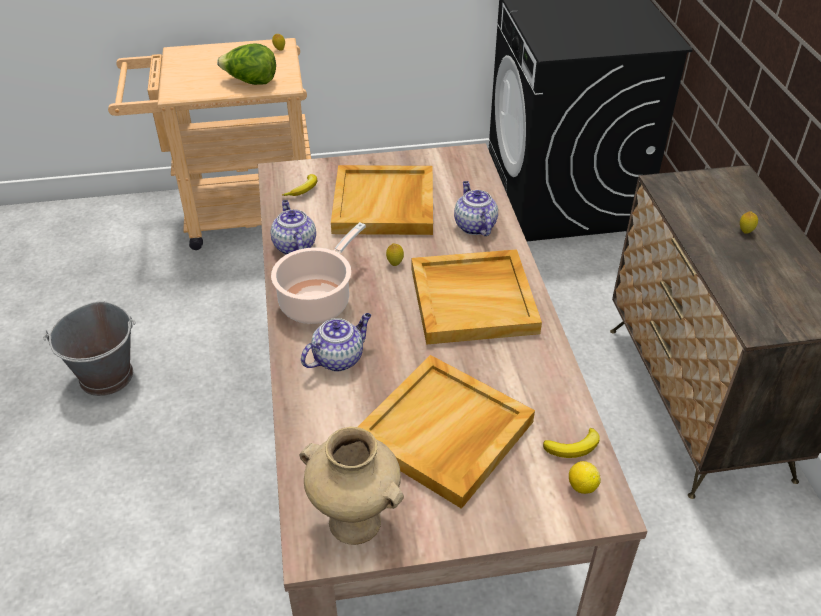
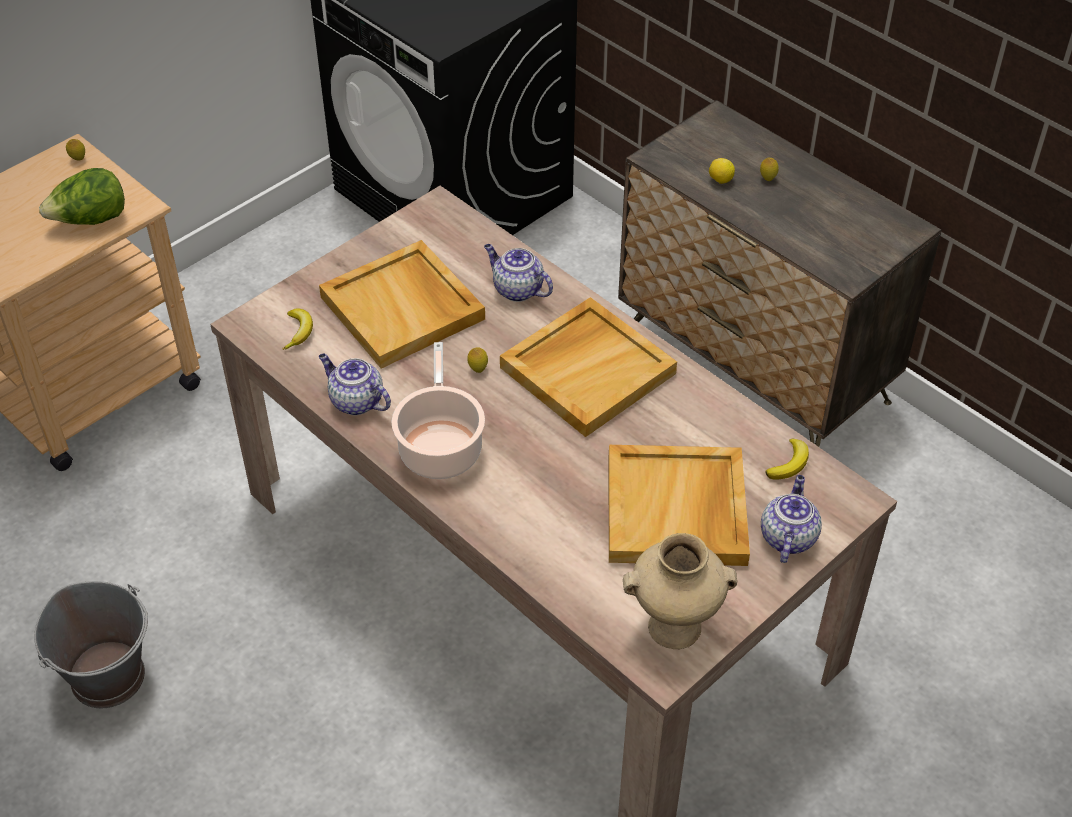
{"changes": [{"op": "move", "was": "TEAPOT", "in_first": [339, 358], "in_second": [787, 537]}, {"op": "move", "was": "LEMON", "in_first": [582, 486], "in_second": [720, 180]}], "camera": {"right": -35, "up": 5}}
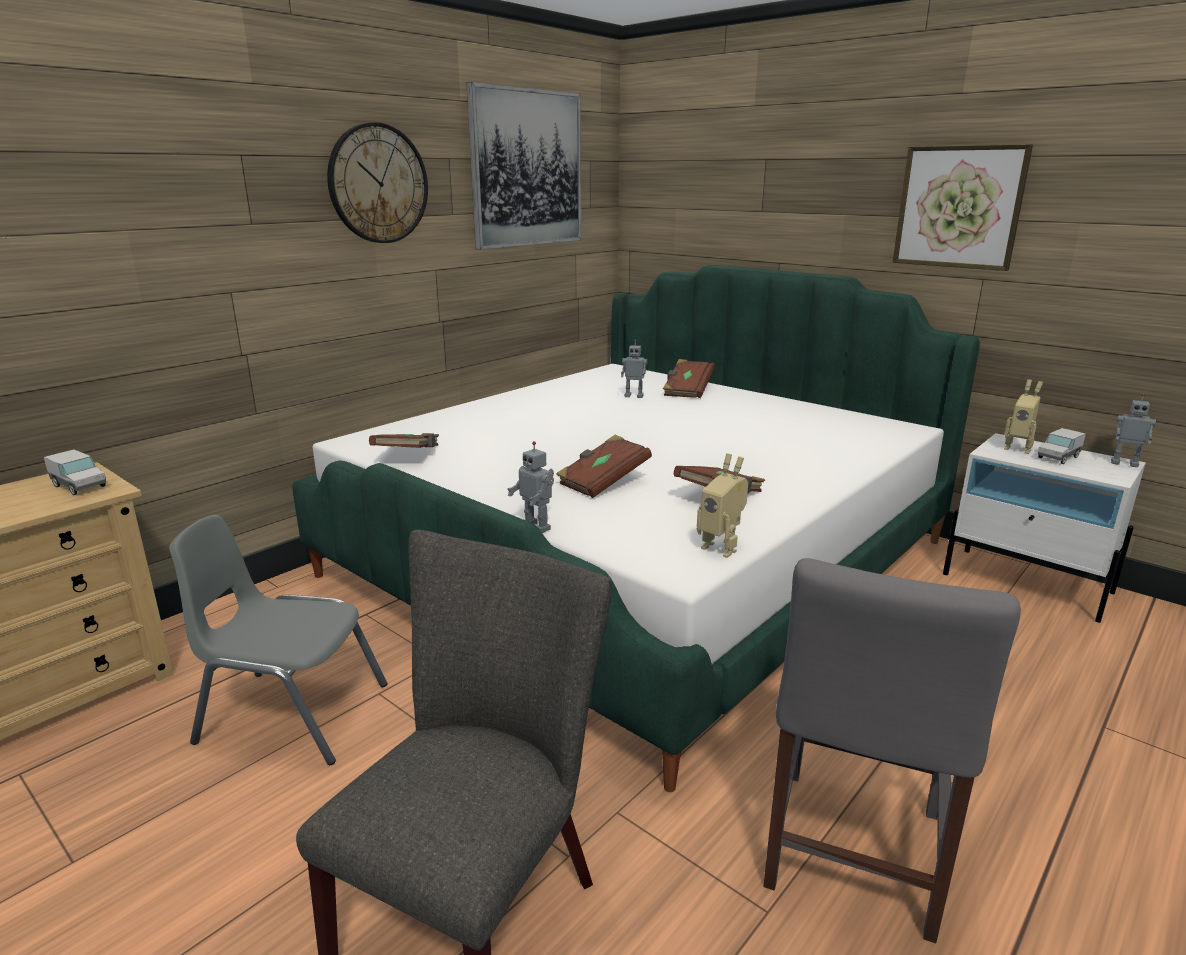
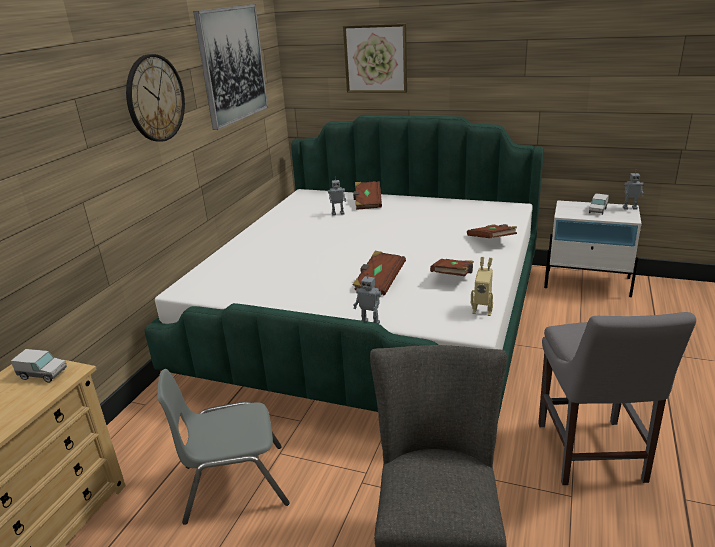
{"changes": [{"op": "move", "was": "BROWN BOOK", "in_first": [409, 456], "in_second": [491, 240]}, {"op": "move", "was": "WALL PICTURE", "in_first": [959, 207], "in_second": [375, 59]}, {"op": "delete", "was": "MODEL ROBOT", "in_first": [1018, 448]}], "camera": {"right": -20, "up": 5}}
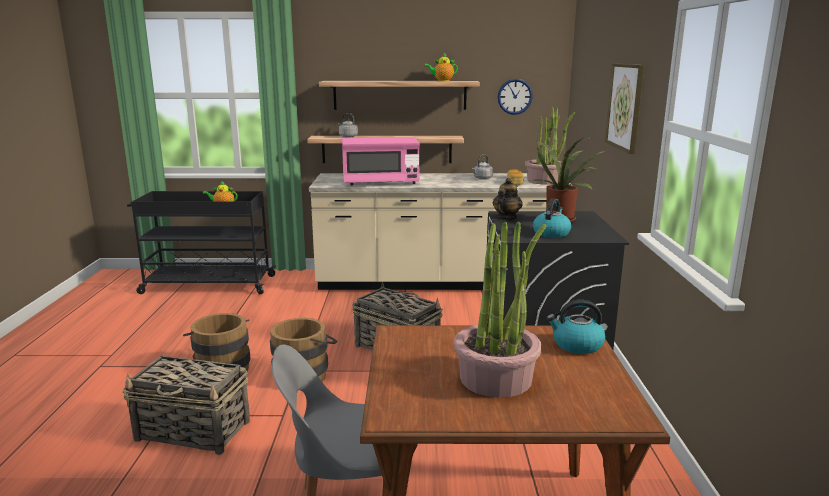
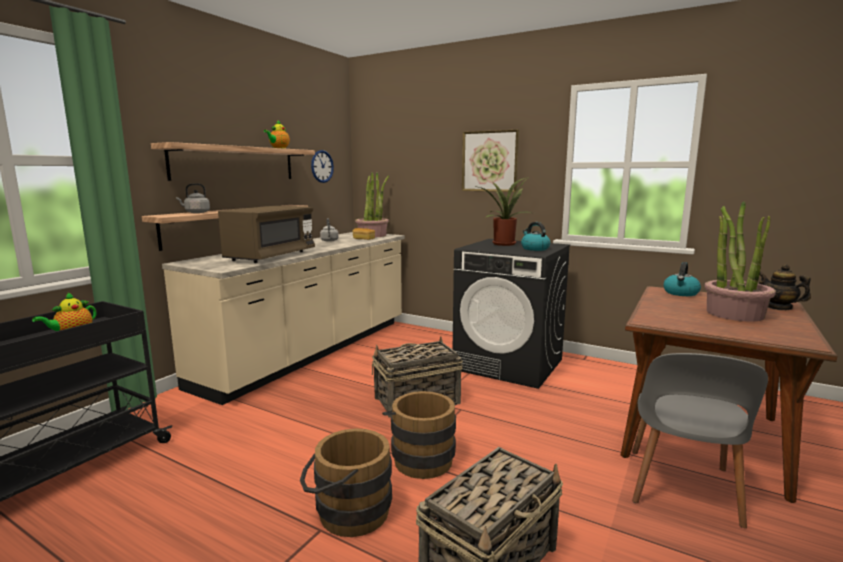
{"changes": [{"op": "recolor", "was": "PINKISH KITCHEN MICROWAVE", "now": "BROWN KITCHEN MICROWAVE", "in_first": [380, 182], "in_second": [271, 256]}, {"op": "move", "was": "TEAPOT", "in_first": [506, 218], "in_second": [779, 307]}], "camera": {"right": -60, "up": -5}}
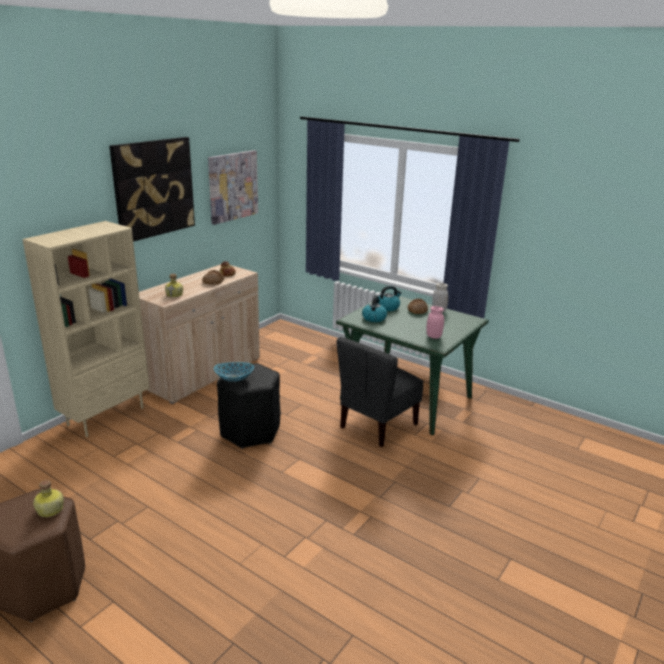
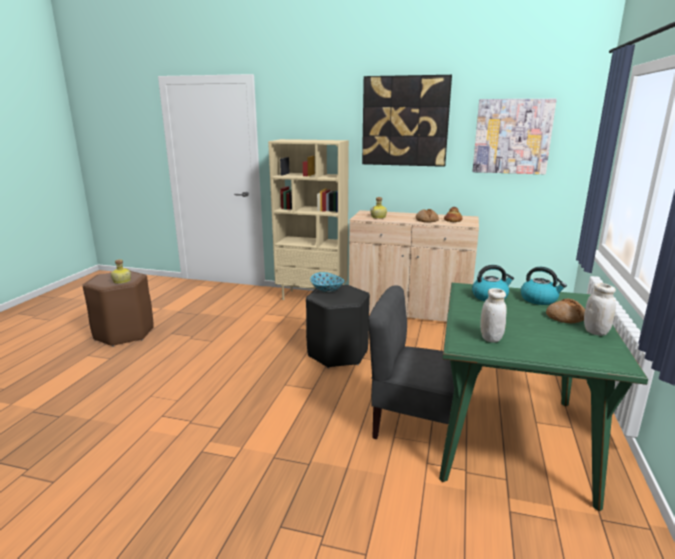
{"changes": [{"op": "recolor", "was": "PINKISH STORAGE JAR", "now": "WHITE-COLOURED STORAGE JAR", "in_first": [433, 336], "in_second": [491, 338]}], "camera": {"right": 70, "up": -5}}
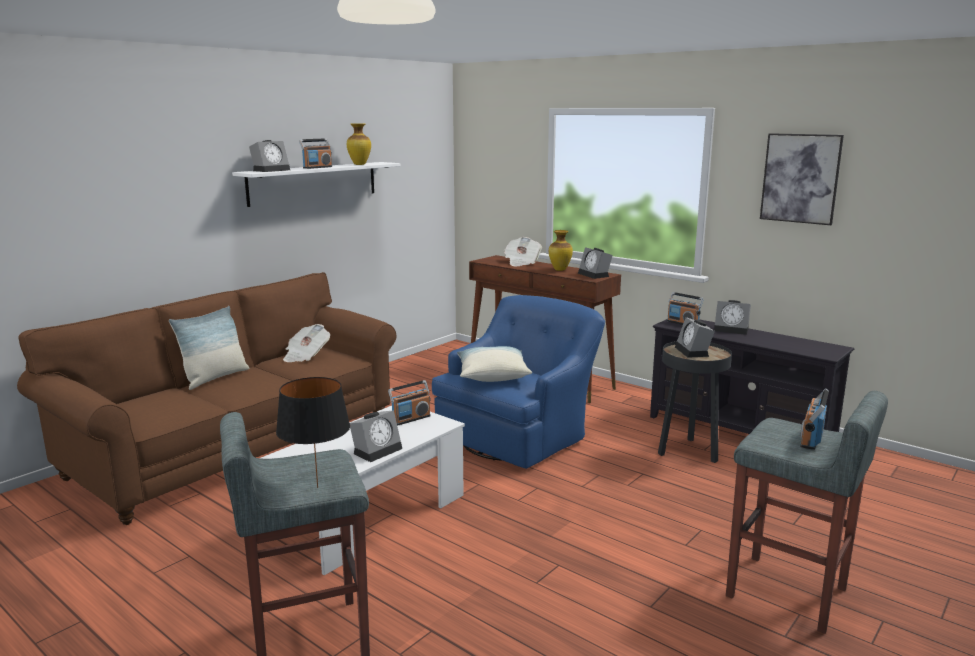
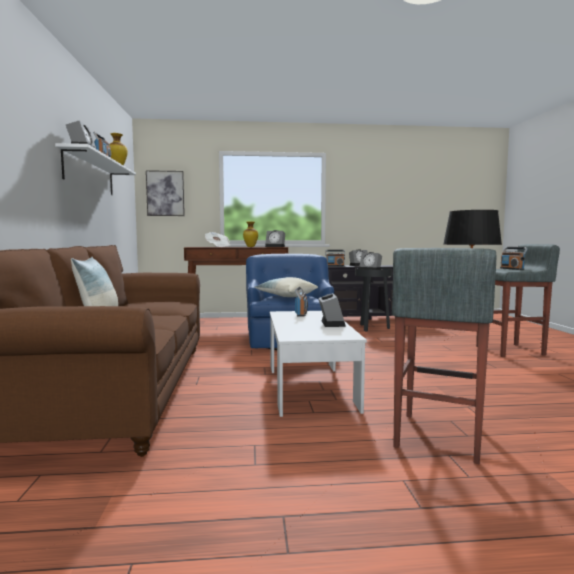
{"changes": [{"op": "delete", "was": "PRINTED PAPER", "in_first": [306, 356]}, {"op": "move", "was": "WALL PICTURE", "in_first": [800, 178], "in_second": [165, 193]}], "camera": {"right": -45, "up": -10}}
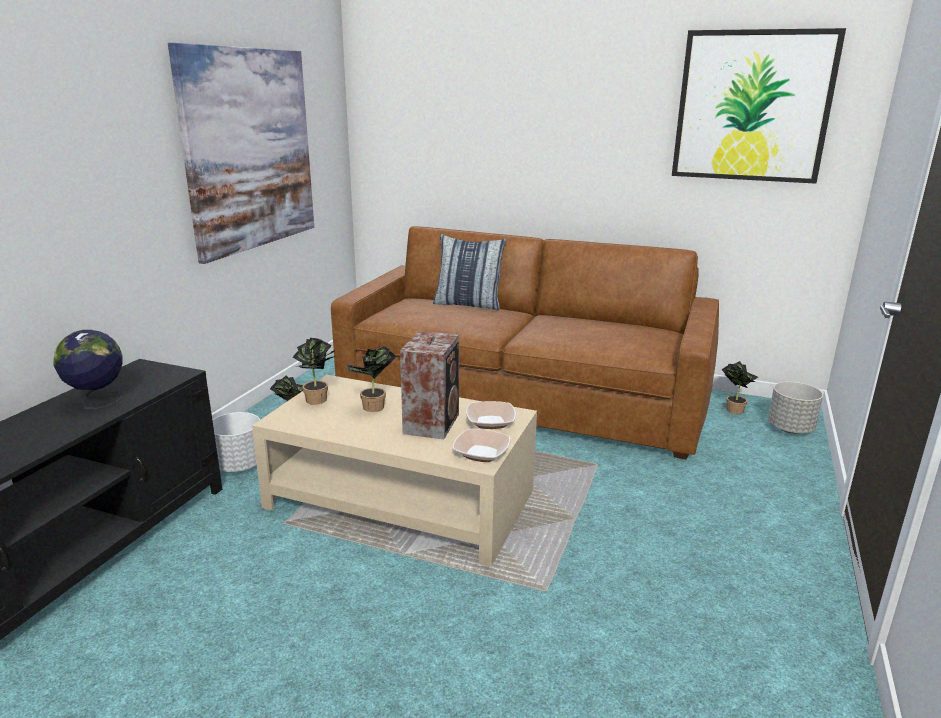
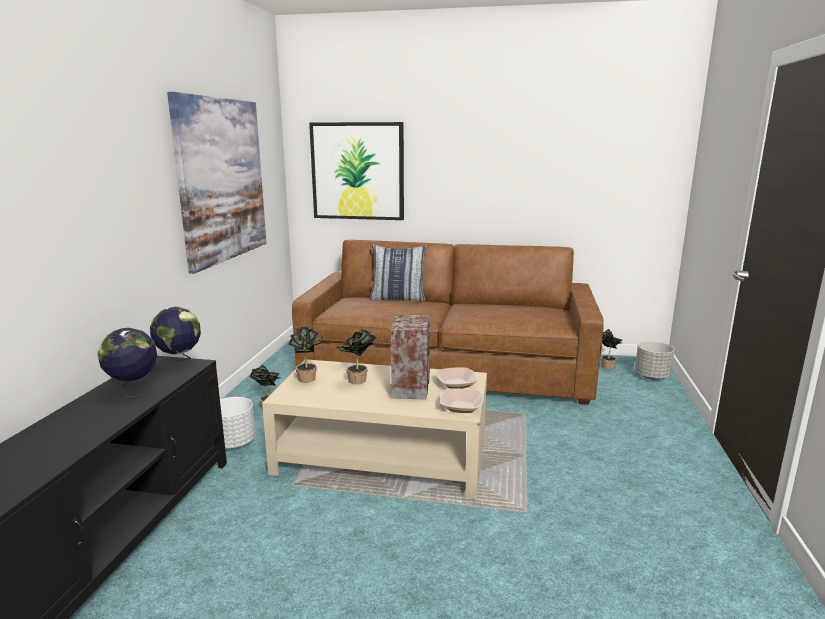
{"changes": [{"op": "move", "was": "WALL PICTURE", "in_first": [752, 107], "in_second": [357, 171]}, {"op": "insert", "now": "GLOBE", "in_second": [180, 364]}], "camera": {"right": -10, "up": -5}}
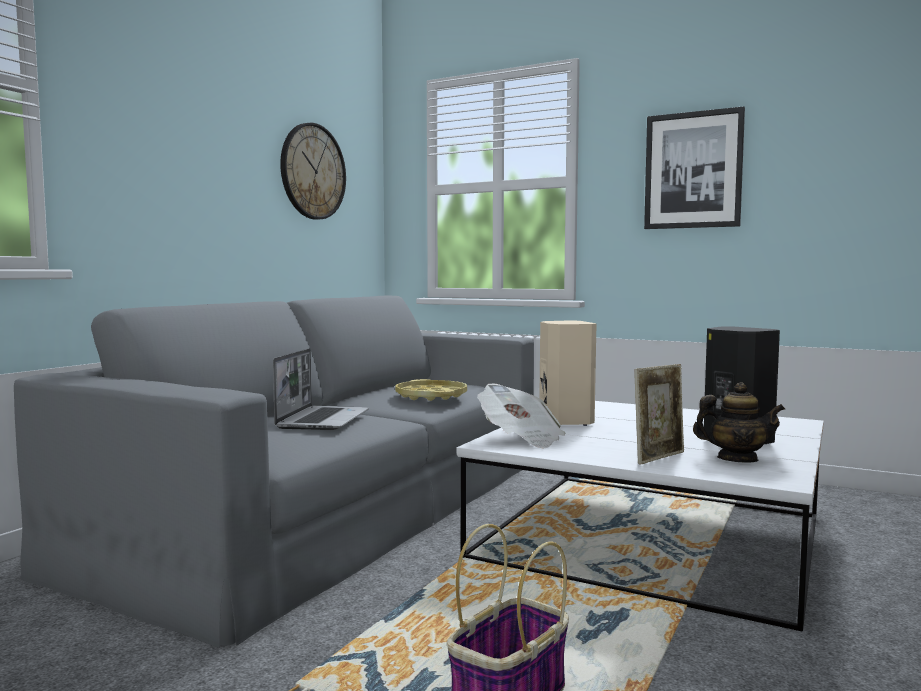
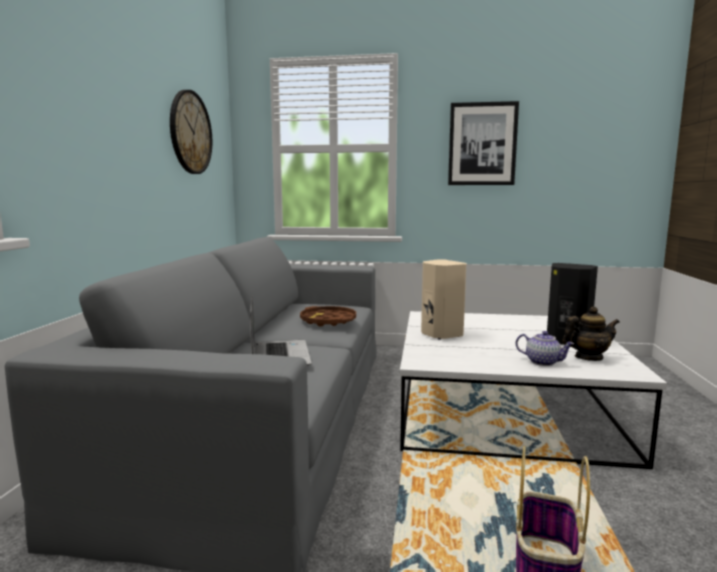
{"changes": [{"op": "recolor", "was": "YELLOW TRAY", "now": "BROWN TRAY", "in_first": [431, 396], "in_second": [328, 321]}, {"op": "delete", "was": "PRINTED PAPER", "in_first": [521, 438]}, {"op": "replace", "was": "PHOTO FRAME", "now": "TEAPOT", "in_first": [659, 457], "in_second": [543, 362]}], "camera": {"right": -20, "up": 5}}
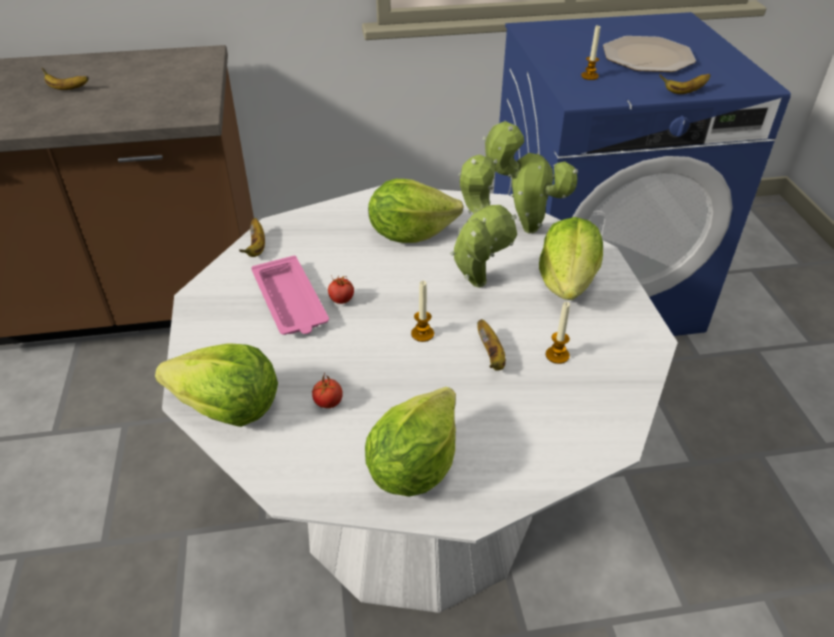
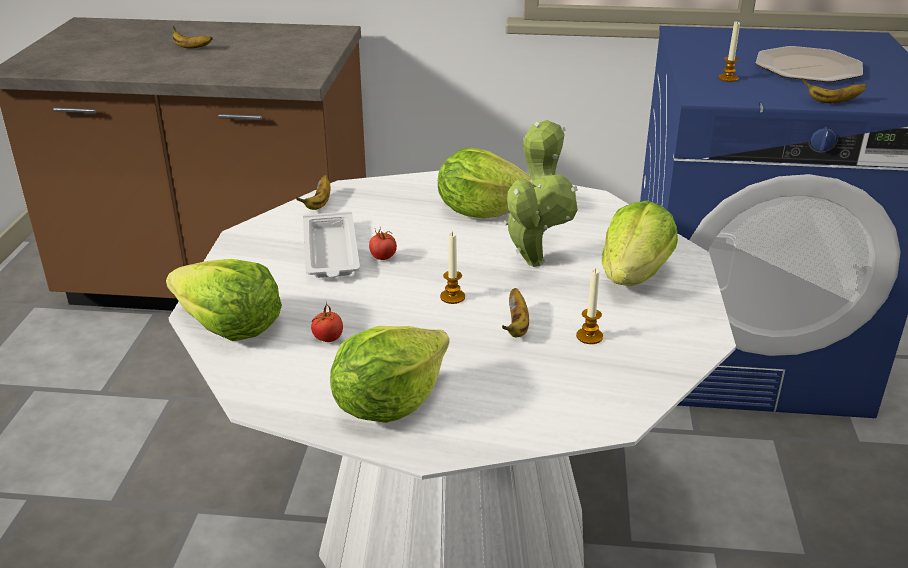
{"changes": [{"op": "recolor", "was": "PINKISH TRAY", "now": "WHITE-COLOURED TRAY", "in_first": [290, 303], "in_second": [331, 252]}, {"op": "delete", "was": "HOUSEPLANT", "in_first": [524, 228]}], "camera": {"right": 15, "up": -10}}
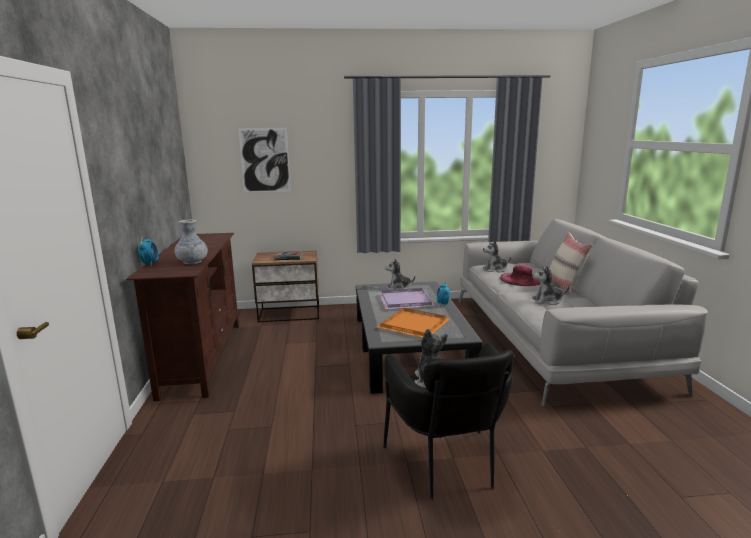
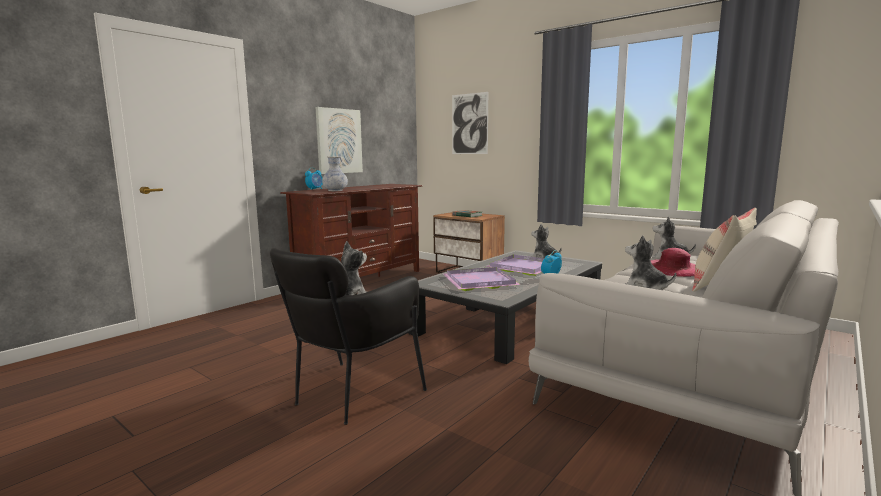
{"changes": [{"op": "recolor", "was": "ORANGE TRAY", "now": "PURPLISH TRAY", "in_first": [414, 326], "in_second": [479, 282]}, {"op": "insert", "now": "WALL PICTURE", "in_second": [339, 141]}], "camera": {"right": 45, "up": -5}}
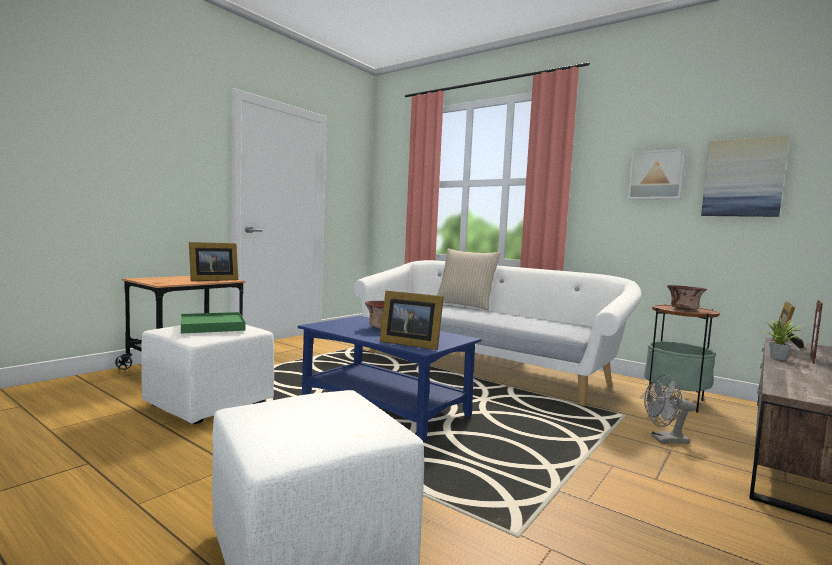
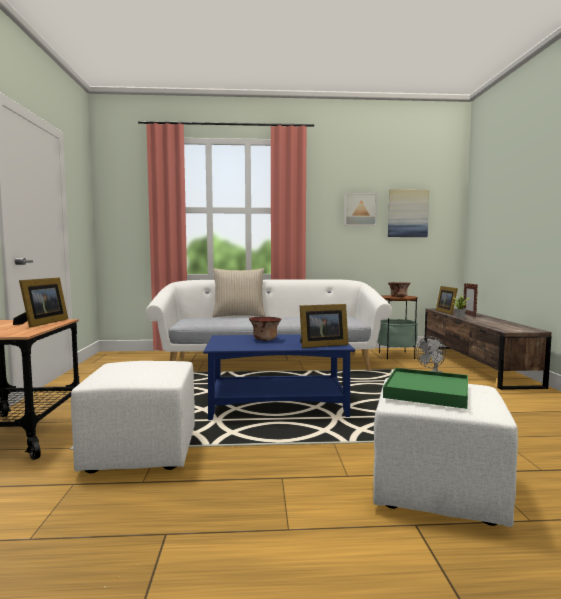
{"changes": [{"op": "move", "was": "GREENISH TRAY", "in_first": [212, 326], "in_second": [426, 391]}], "camera": {"right": -40, "up": 0}}
